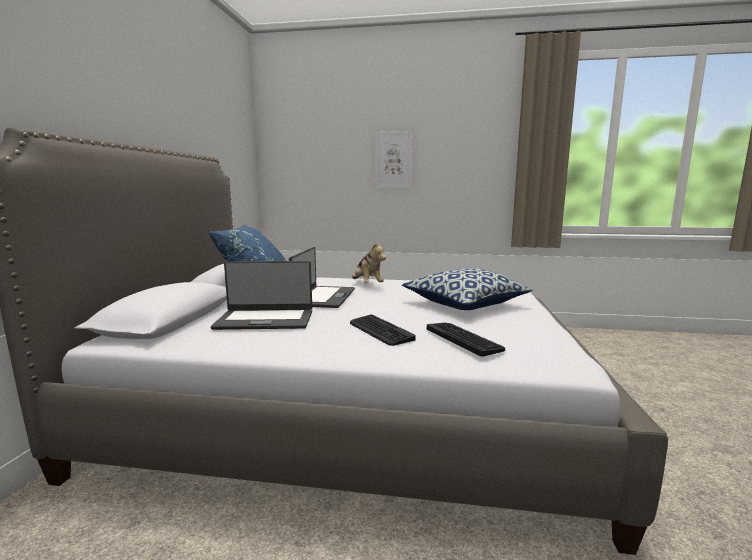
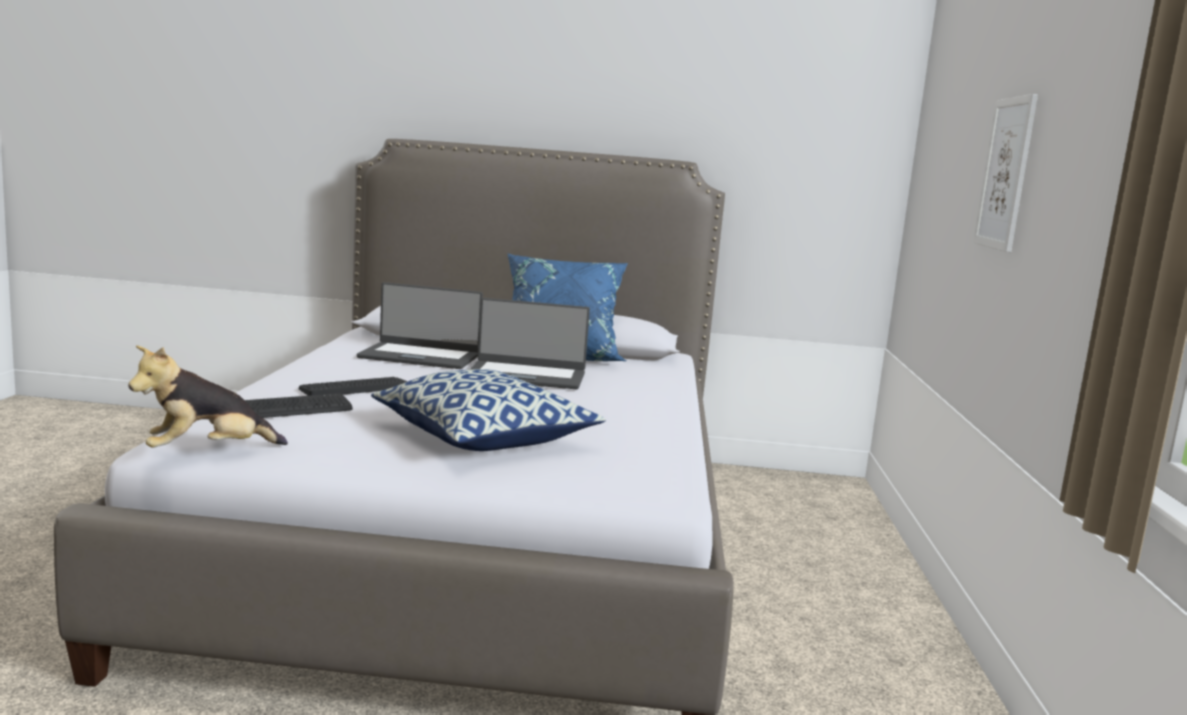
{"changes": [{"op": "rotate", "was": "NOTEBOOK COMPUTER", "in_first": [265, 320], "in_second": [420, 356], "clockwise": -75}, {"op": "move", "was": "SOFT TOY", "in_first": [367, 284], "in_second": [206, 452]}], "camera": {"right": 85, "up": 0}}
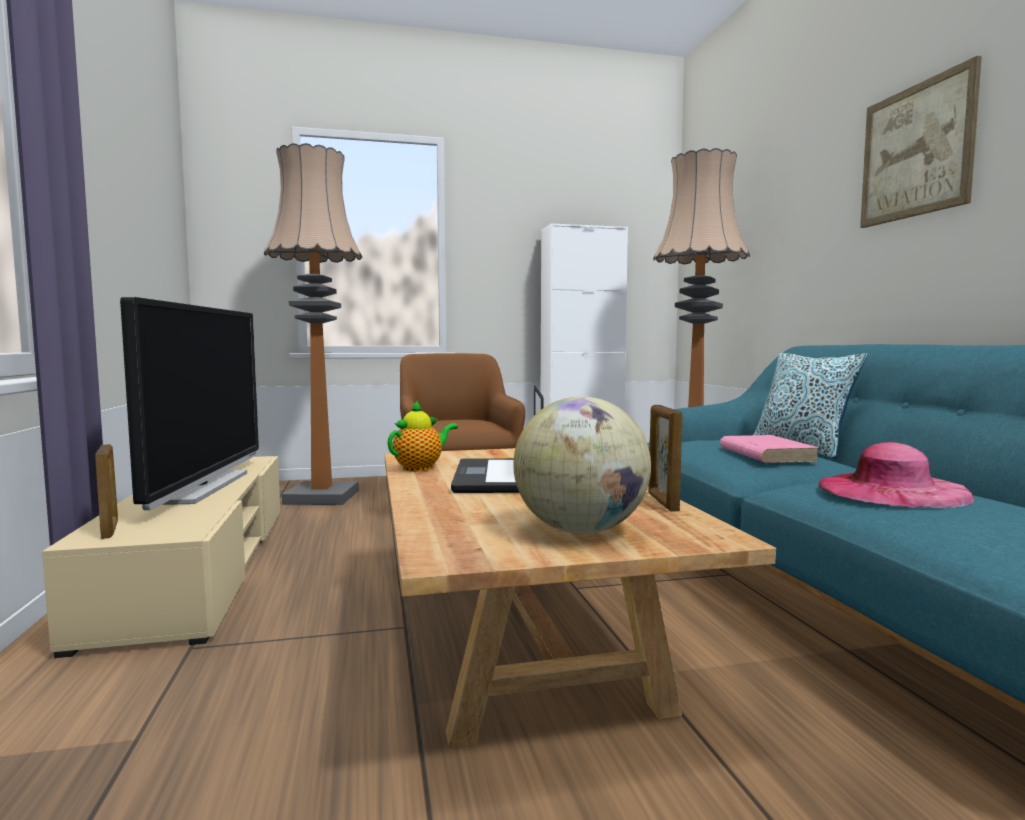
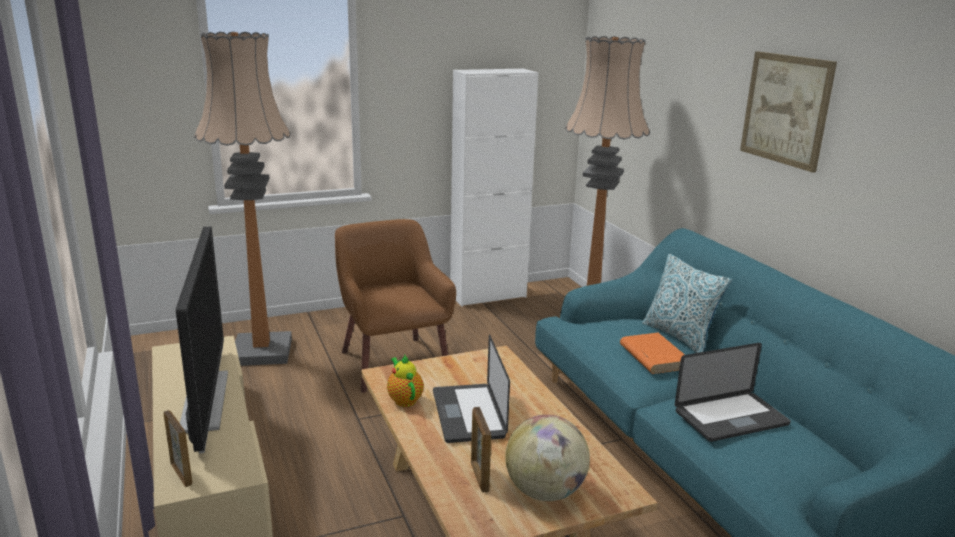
{"changes": [{"op": "rotate", "was": "TEAPOT", "in_first": [421, 468], "in_second": [404, 399], "clockwise": -60}, {"op": "move", "was": "PHOTO FRAME", "in_first": [662, 502], "in_second": [479, 477]}, {"op": "recolor", "was": "PINKISH BOOK", "now": "ORANGE BOOK", "in_first": [766, 454], "in_second": [653, 356]}, {"op": "replace", "was": "PINKISH HAT", "now": "NOTEBOOK COMPUTER", "in_first": [891, 490], "in_second": [731, 418]}], "camera": {"right": -10, "up": 15}}
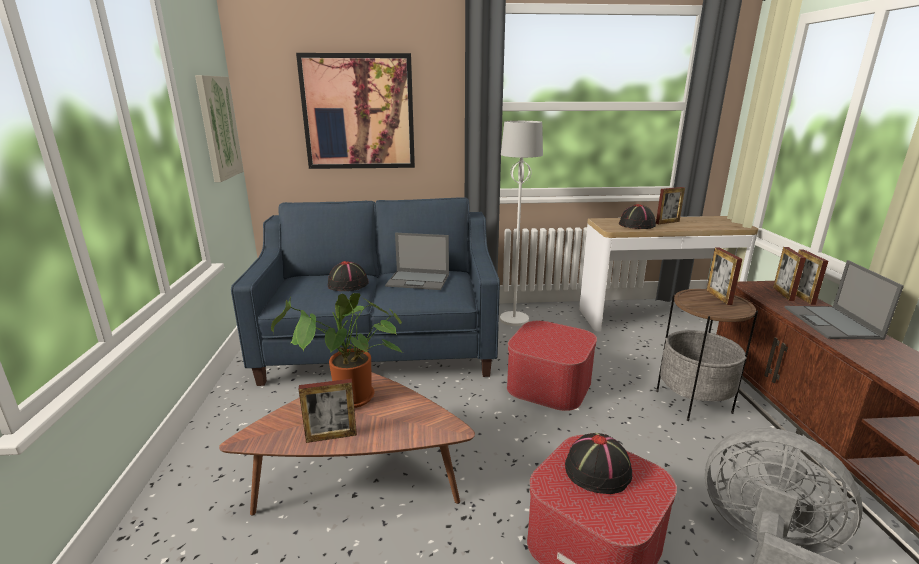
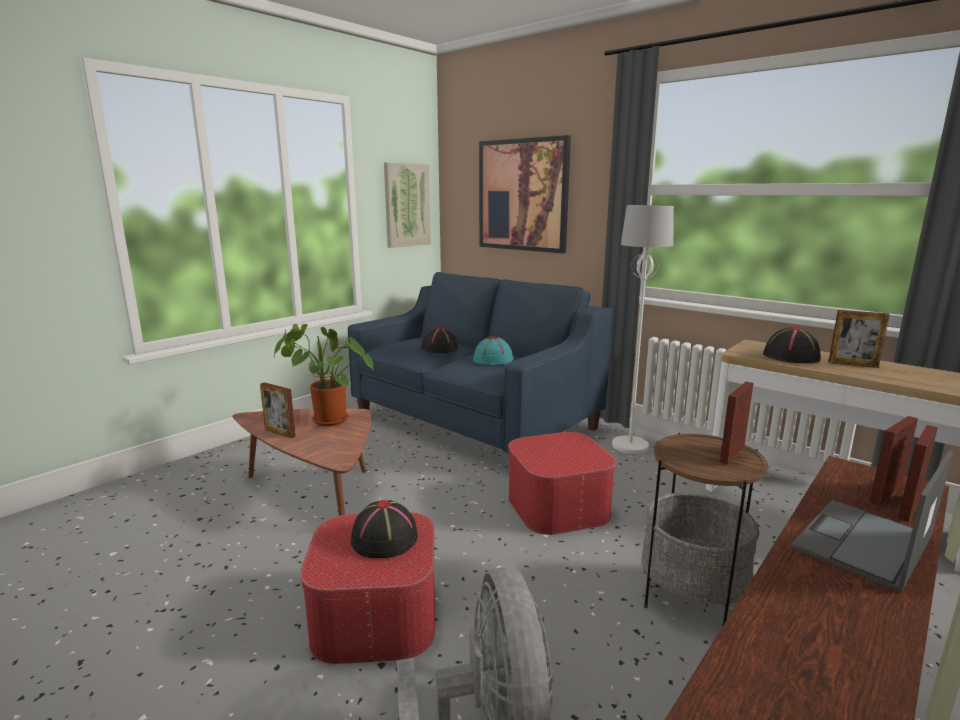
{"changes": [{"op": "replace", "was": "NOTEBOOK COMPUTER", "now": "TURQUOISE-COLOURED HAT", "in_first": [419, 280], "in_second": [493, 359]}], "camera": {"right": 45, "up": -5}}
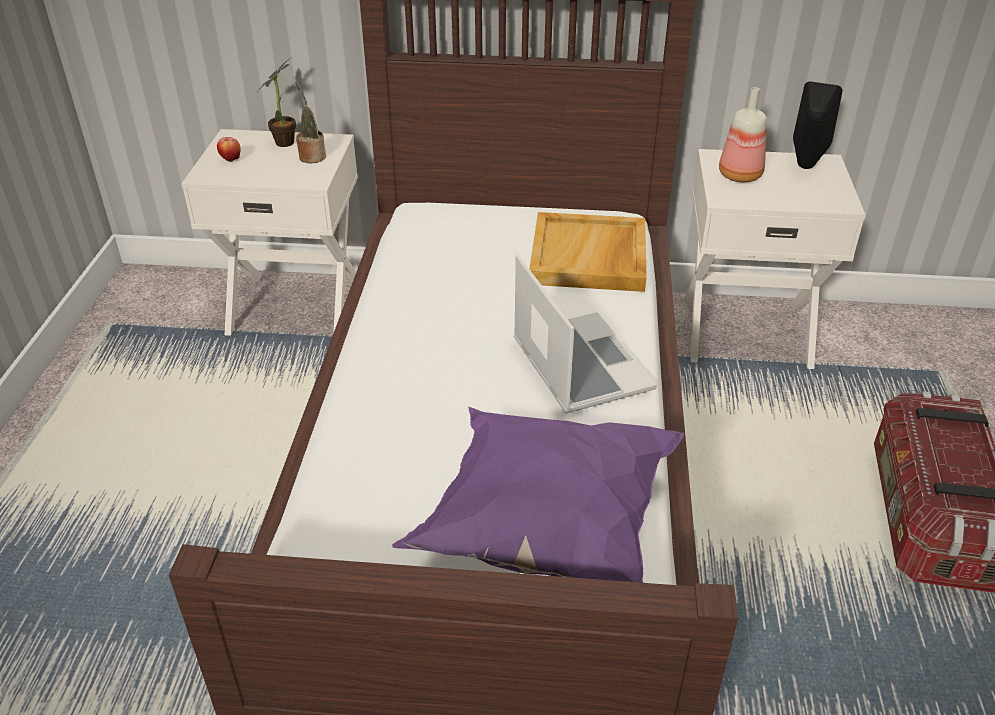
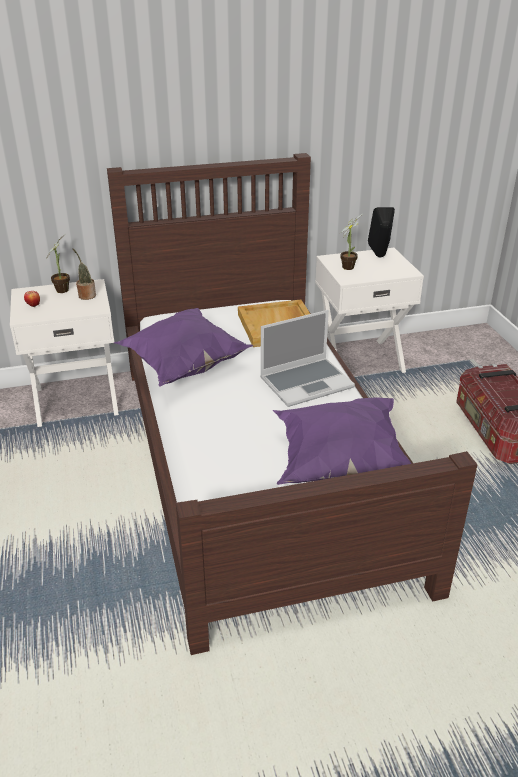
{"changes": [{"op": "rotate", "was": "NOTEBOOK COMPUTER", "in_first": [578, 364], "in_second": [306, 382], "clockwise": 105}, {"op": "replace", "was": "BEVERAGE BOTTLE", "now": "HOUSEPLANT", "in_first": [741, 176], "in_second": [348, 266]}, {"op": "insert", "now": "PURPLISH PILLOW", "in_second": [183, 367]}], "camera": {"right": -20, "up": -5}}
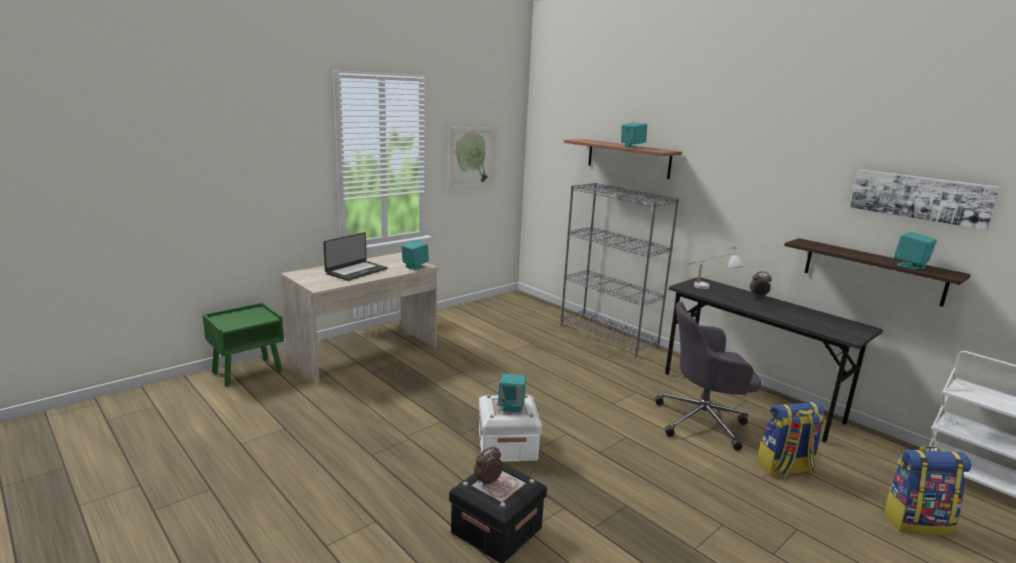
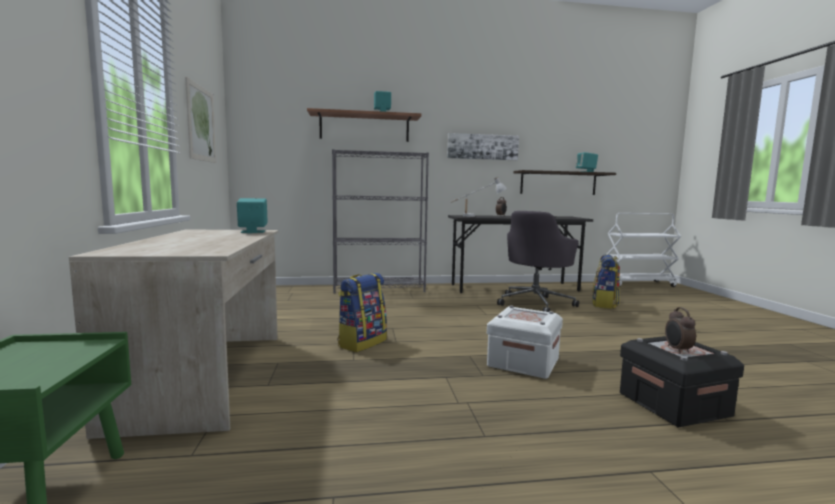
{"changes": [{"op": "delete", "was": "NOTEBOOK COMPUTER", "in_first": [356, 271]}, {"op": "delete", "was": "TURQUOISE-COLOURED SPEAKER", "in_first": [511, 406]}, {"op": "move", "was": "WALL PICTURE", "in_first": [920, 197], "in_second": [482, 147]}, {"op": "move", "was": "RUCKSACK", "in_first": [916, 522], "in_second": [362, 343]}], "camera": {"right": -55, "up": -10}}
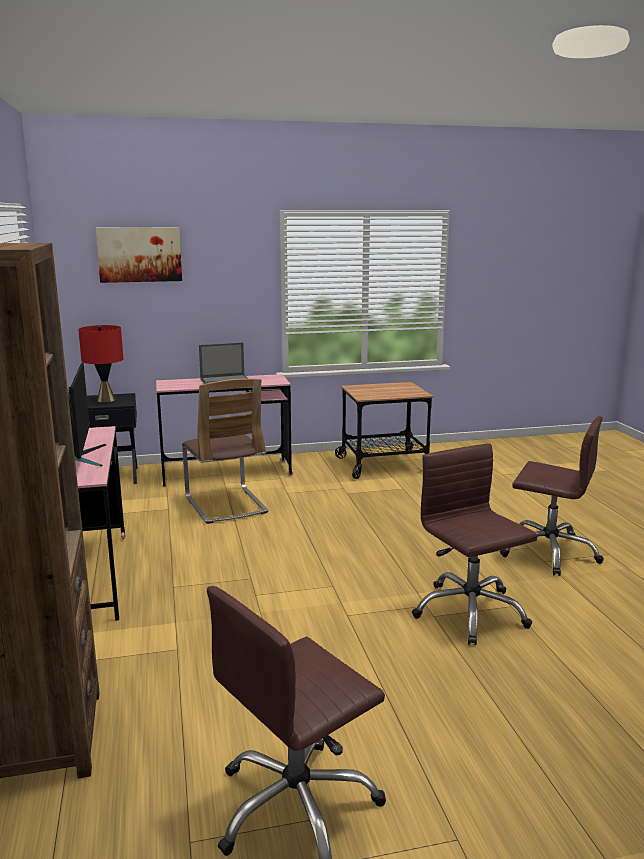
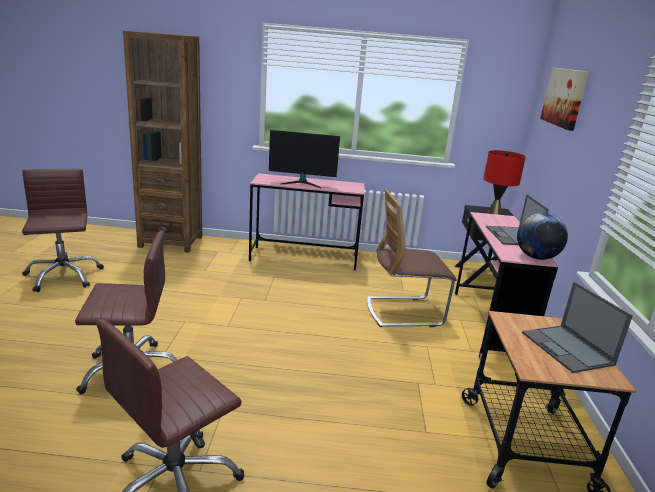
{"changes": [{"op": "insert", "now": "GLOBE", "in_second": [536, 257]}, {"op": "insert", "now": "NOTEBOOK COMPUTER", "in_second": [567, 349]}], "camera": {"right": 105, "up": 5}}
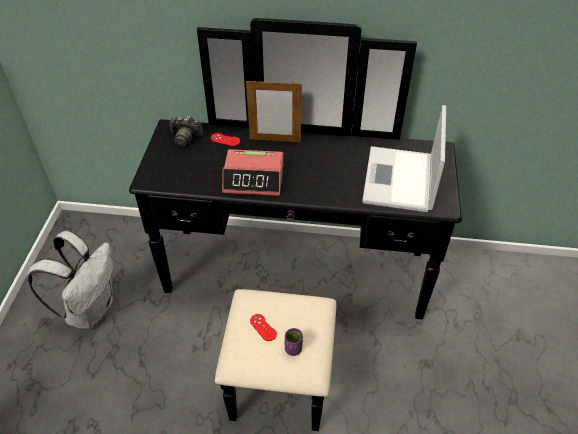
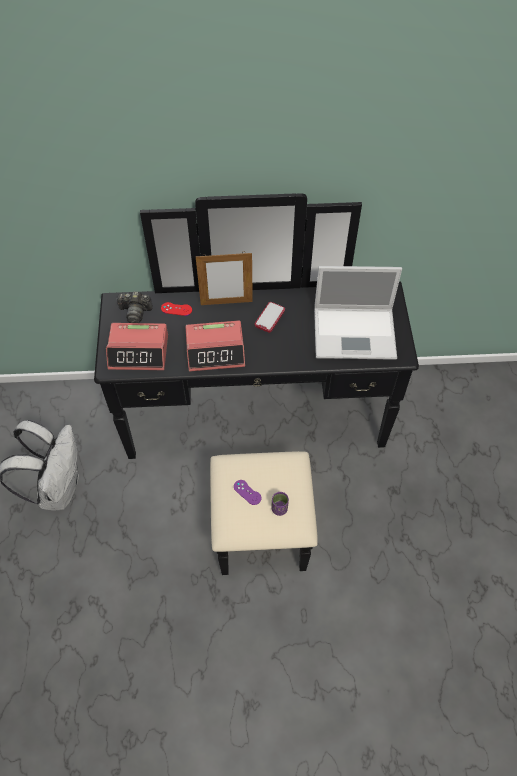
{"changes": [{"op": "recolor", "was": "REDDISH GAMEPAD", "now": "PURPLISH GAMEPAD", "in_first": [263, 327], "in_second": [247, 492]}, {"op": "rotate", "was": "NOTEBOOK COMPUTER", "in_first": [400, 180], "in_second": [356, 333], "clockwise": -90}, {"op": "insert", "now": "ALARM CLOCK", "in_second": [139, 351]}, {"op": "insert", "now": "HANDSET", "in_second": [269, 318]}], "camera": {"right": -10, "up": 10}}
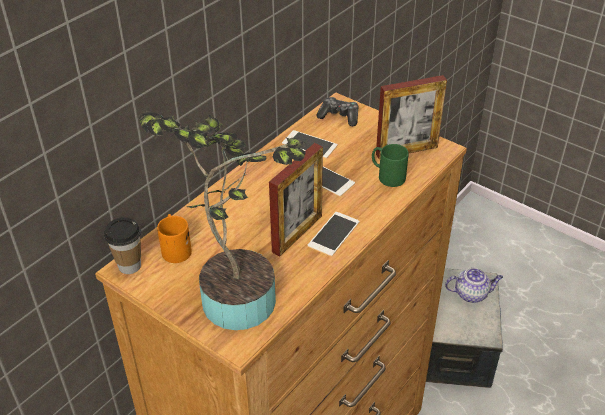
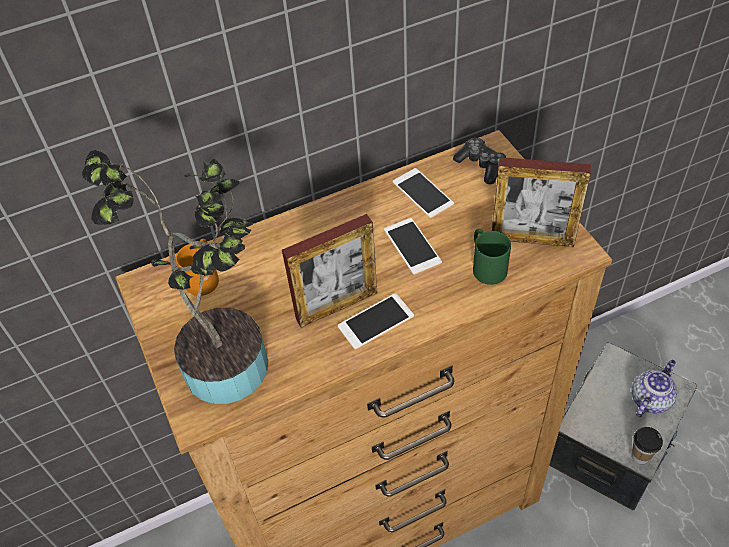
{"changes": [{"op": "move", "was": "CUP", "in_first": [129, 266], "in_second": [640, 456]}, {"op": "rotate", "was": "TEAPOT", "in_first": [471, 294], "in_second": [650, 398], "clockwise": -75}], "camera": {"right": 30, "up": 10}}
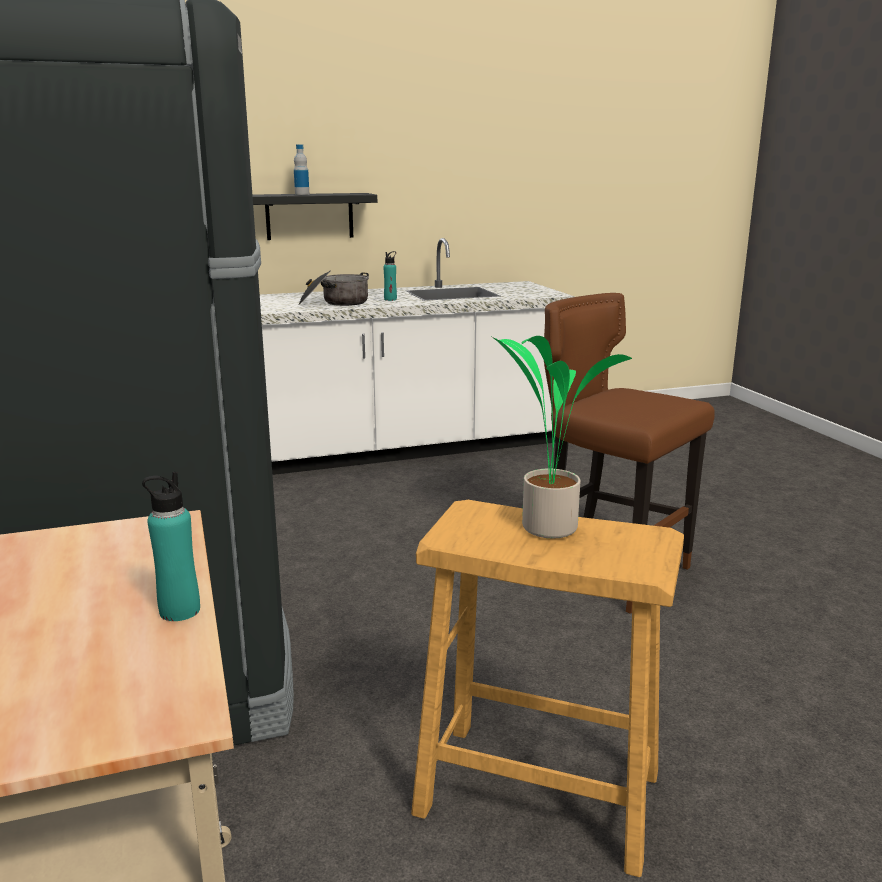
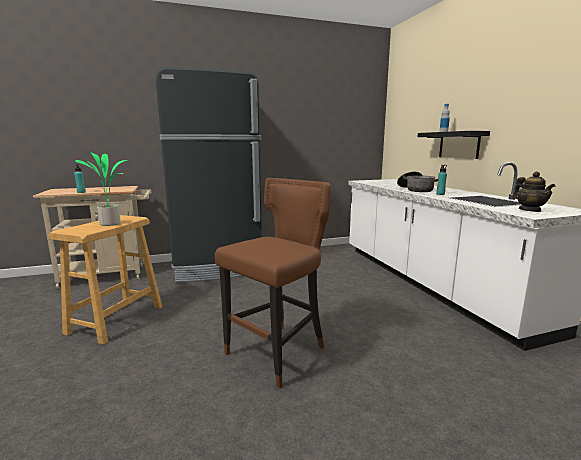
{"changes": [{"op": "insert", "now": "TEAPOT", "in_second": [530, 210]}], "camera": {"right": 90, "up": -5}}
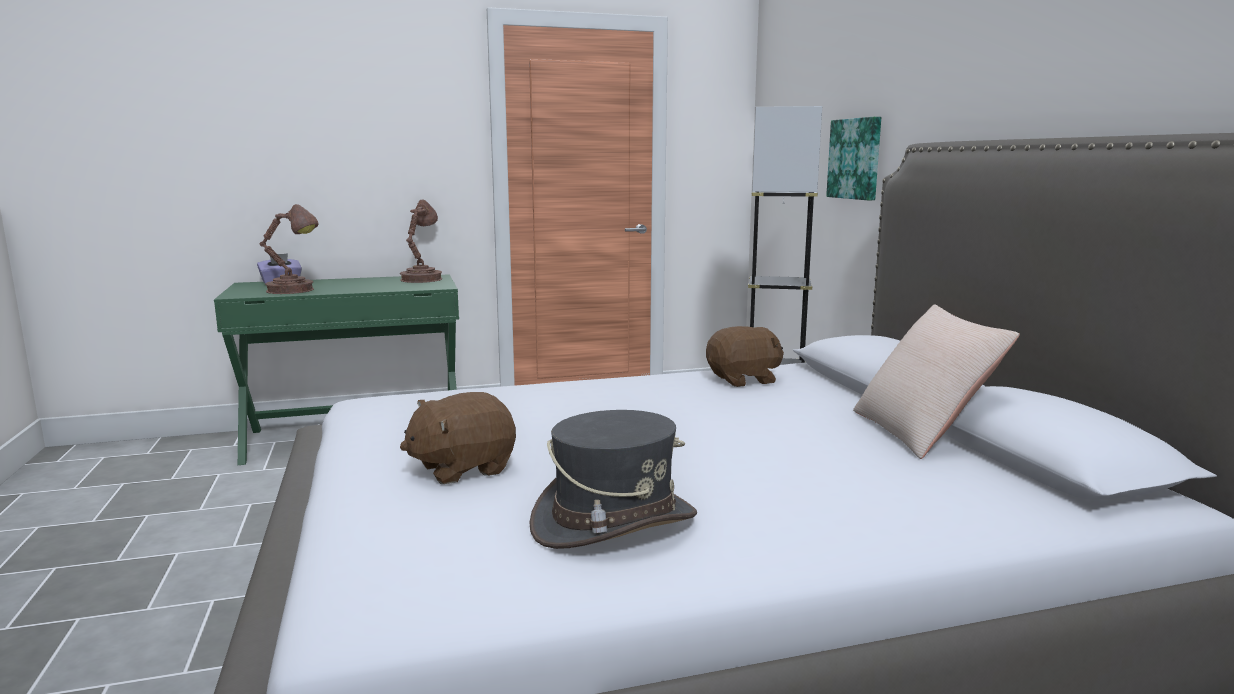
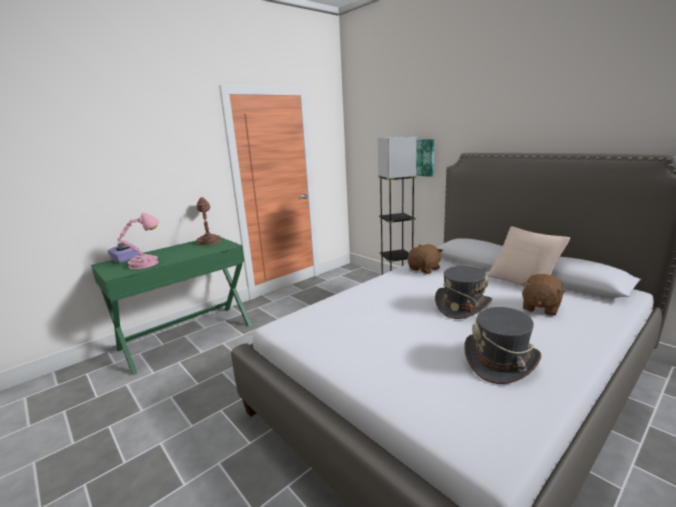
{"changes": [{"op": "recolor", "was": "BROWN LAMP FOR A TABLE", "now": "PINKISH LAMP FOR A TABLE", "in_first": [293, 290], "in_second": [146, 264]}, {"op": "move", "was": "BROWN SOFT TOY", "in_first": [462, 468], "in_second": [540, 307]}, {"op": "insert", "now": "GREYISH HAT", "in_second": [462, 306]}], "camera": {"right": -25, "up": 5}}
